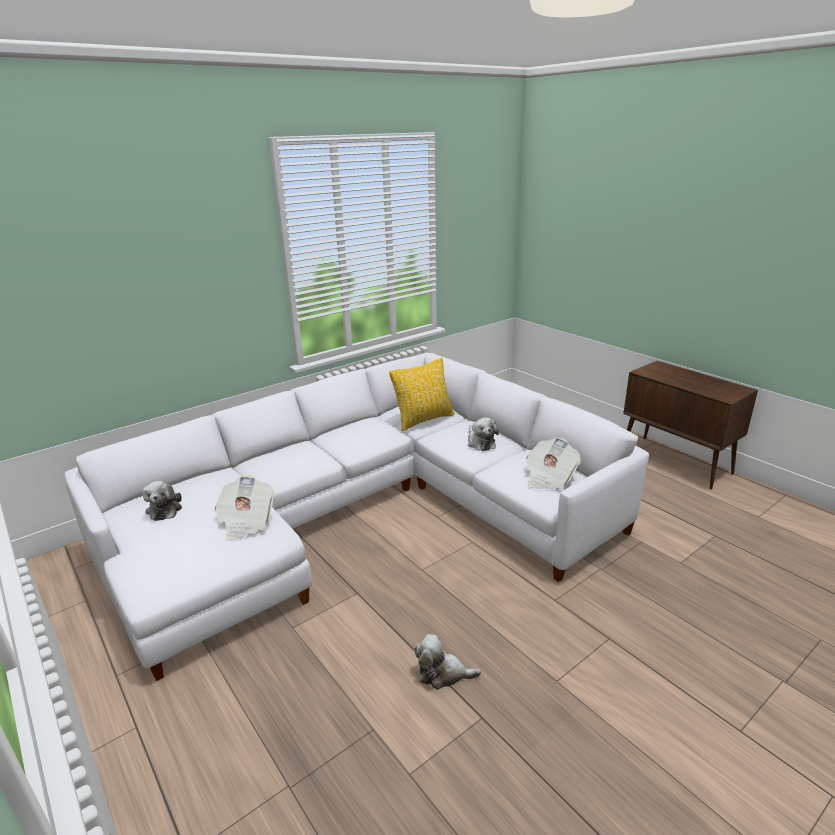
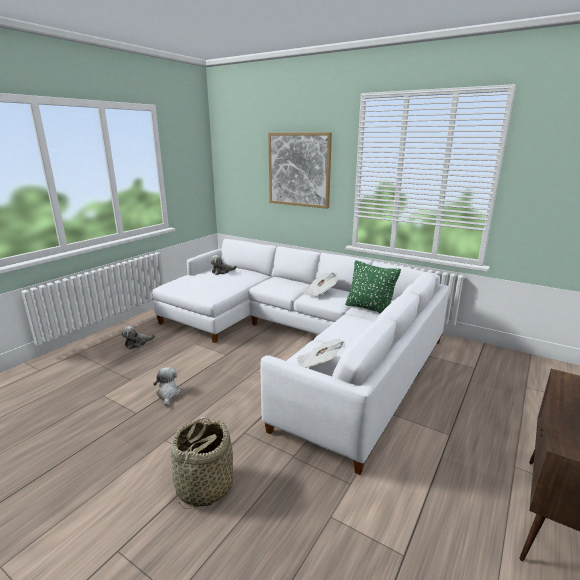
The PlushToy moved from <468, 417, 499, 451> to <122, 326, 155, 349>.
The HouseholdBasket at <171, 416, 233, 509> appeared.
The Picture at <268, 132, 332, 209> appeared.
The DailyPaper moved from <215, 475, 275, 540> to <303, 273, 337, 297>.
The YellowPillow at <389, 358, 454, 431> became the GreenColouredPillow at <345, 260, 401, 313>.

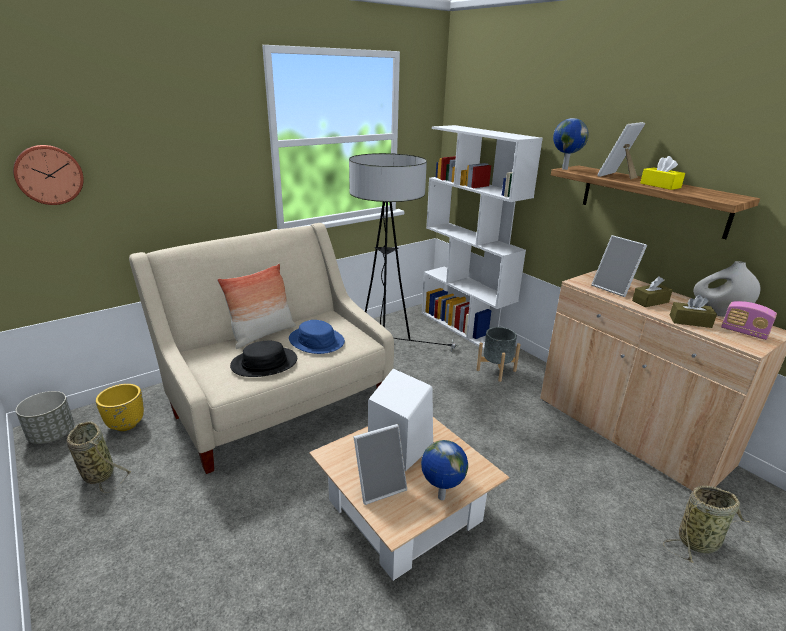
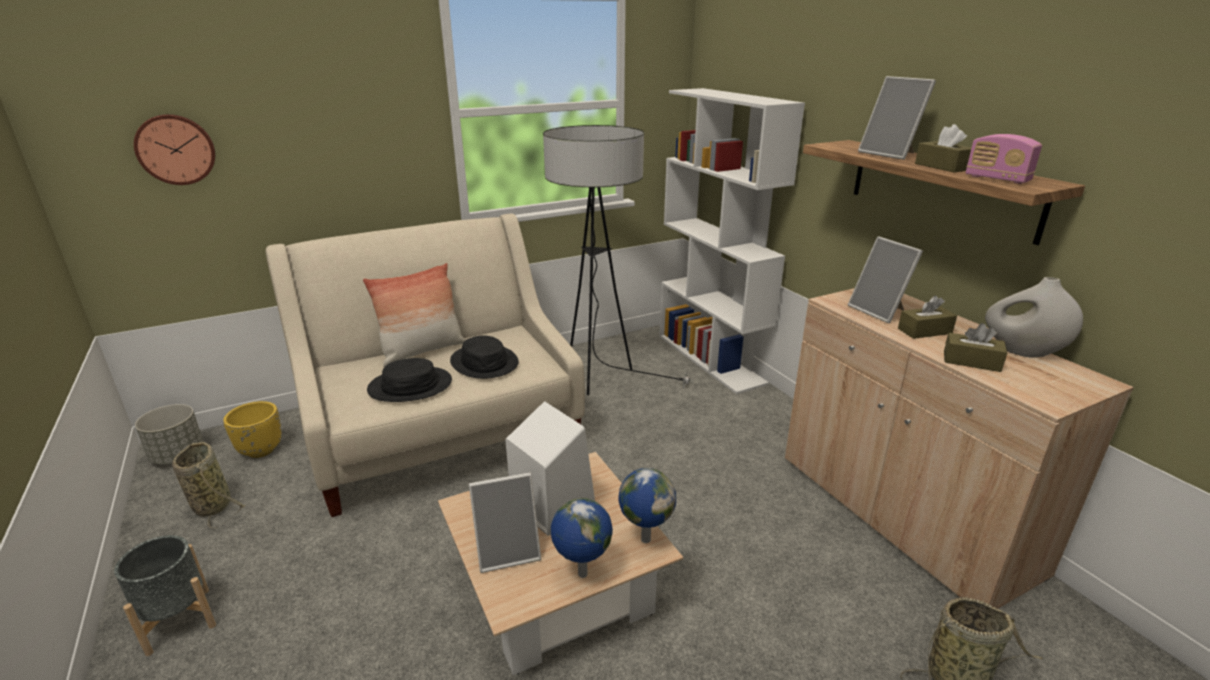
The GreyFlowerPot moved from <476, 327, 521, 382> to <114, 535, 216, 656>.
The BluishWearableHat at <289, 320, 345, 354> became the BlackColouredWearableHat at <450, 335, 519, 379>.
The WorldGlobe moved from <553, 118, 589, 170> to <618, 468, 676, 543>.
The StandingFrame at <597, 122, 645, 180> turned 90 degrees counterclockwise.
The YellowBoxOfTissues at <640, 156, 685, 190> became the BrownishBoxOfTissues at <915, 124, 972, 172>.
The Radio moved from <721, 301, 777, 340> to <966, 134, 1042, 184>.

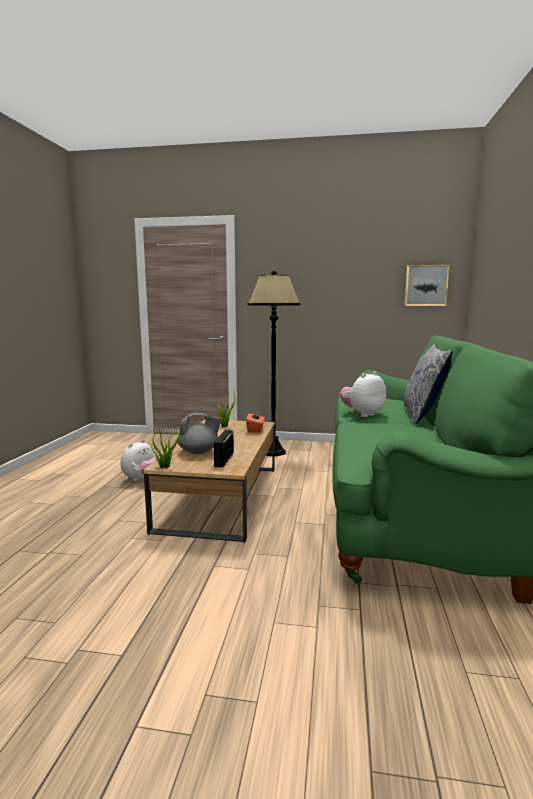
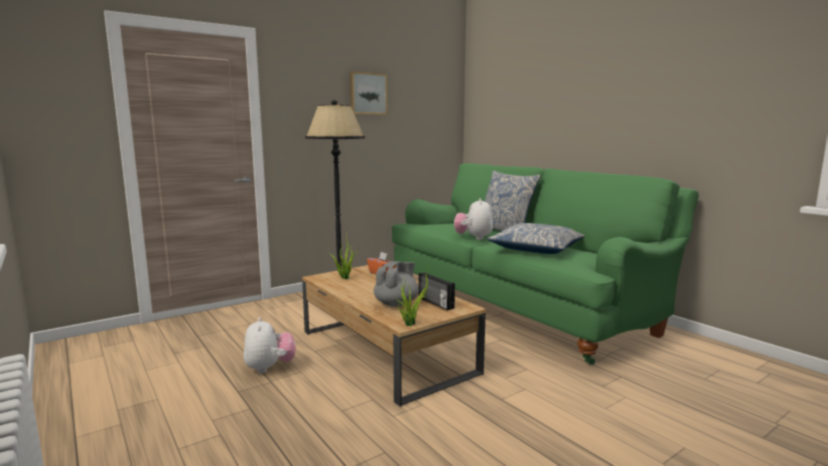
The Picture moved from <405, 265, 450, 306> to <350, 72, 387, 115>.
The Pillow at <487, 223, 585, 254> appeared.

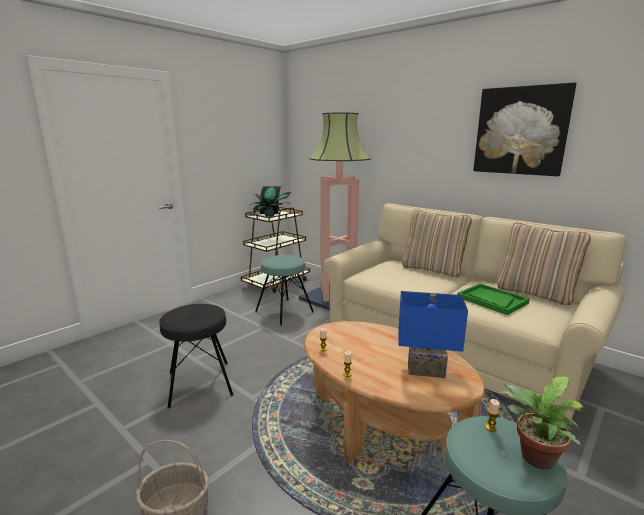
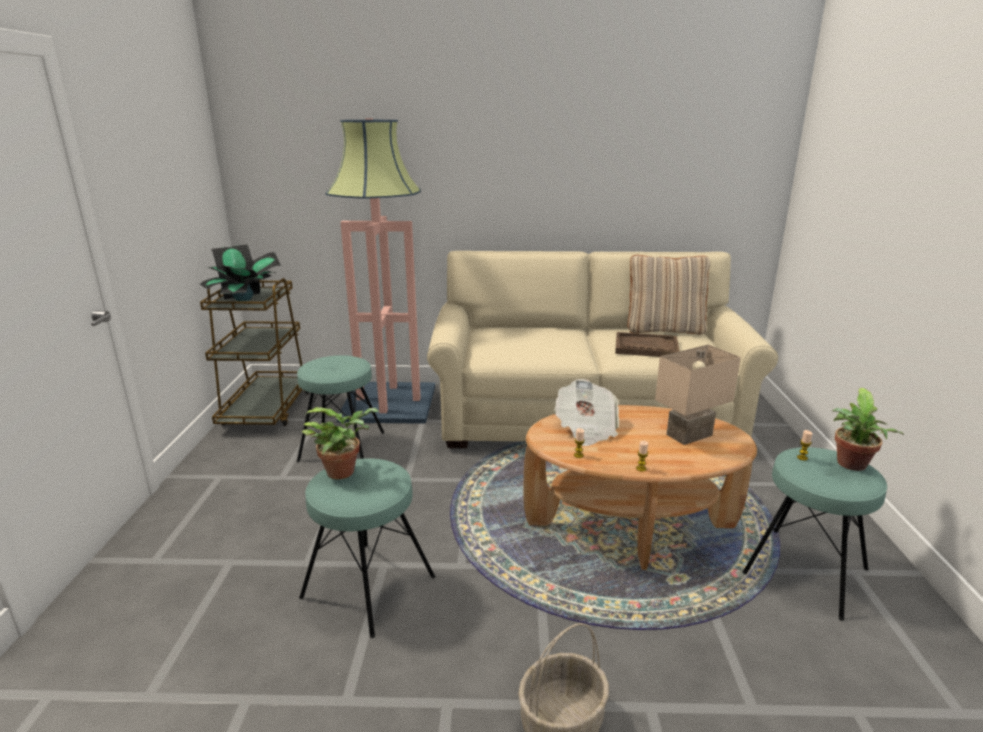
The BlackColouredStool at <159, 304, 233, 408> became the TurquoiseStool at <299, 458, 435, 638>.
The Houseplant at <302, 407, 379, 479> appeared.
The DailyPaper at <554, 379, 619, 446> appeared.
The GreenColouredCarryingTray at <457, 283, 530, 315> became the BrownishCarryingTray at <615, 332, 680, 357>.
The BluishLampForATable at <398, 291, 468, 378> became the BeigeColouredLampForATable at <655, 345, 741, 445>.
The BeigeColouredPillow at <402, 210, 472, 277> disappeared.
The Picture at <473, 82, 576, 176> disappeared.

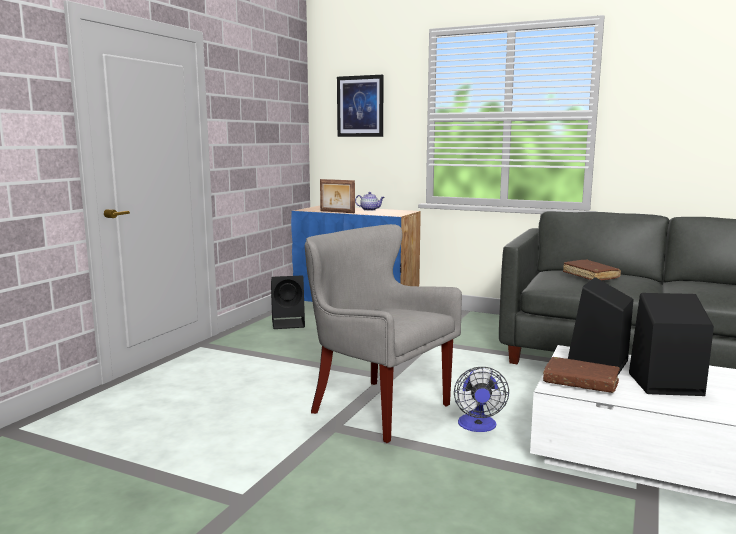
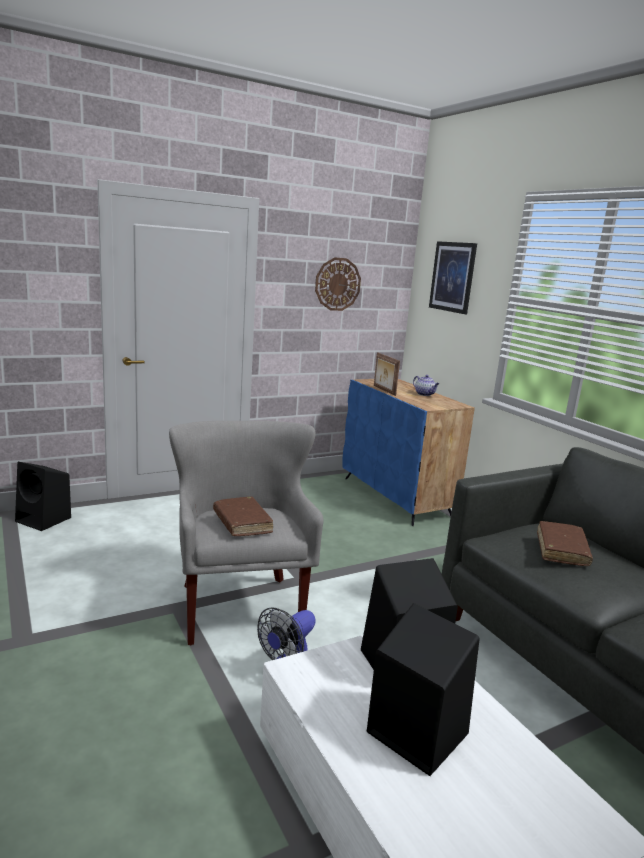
The BlackColouredSpeaker moved from <271, 276, 305, 329> to <15, 462, 71, 531>.
The BrownishVolume moved from <543, 357, 620, 393> to <213, 496, 273, 536>.
The WallClock at <315, 257, 361, 311> appeared.

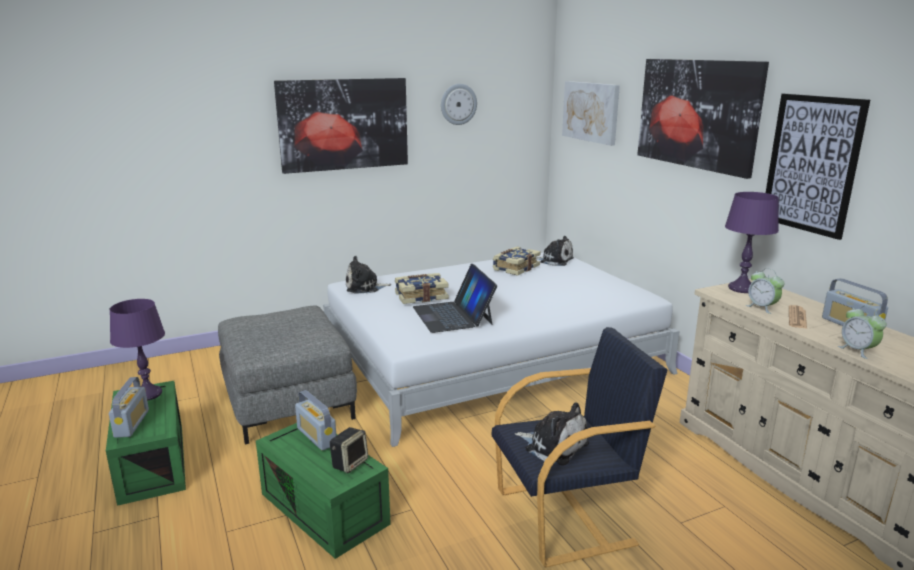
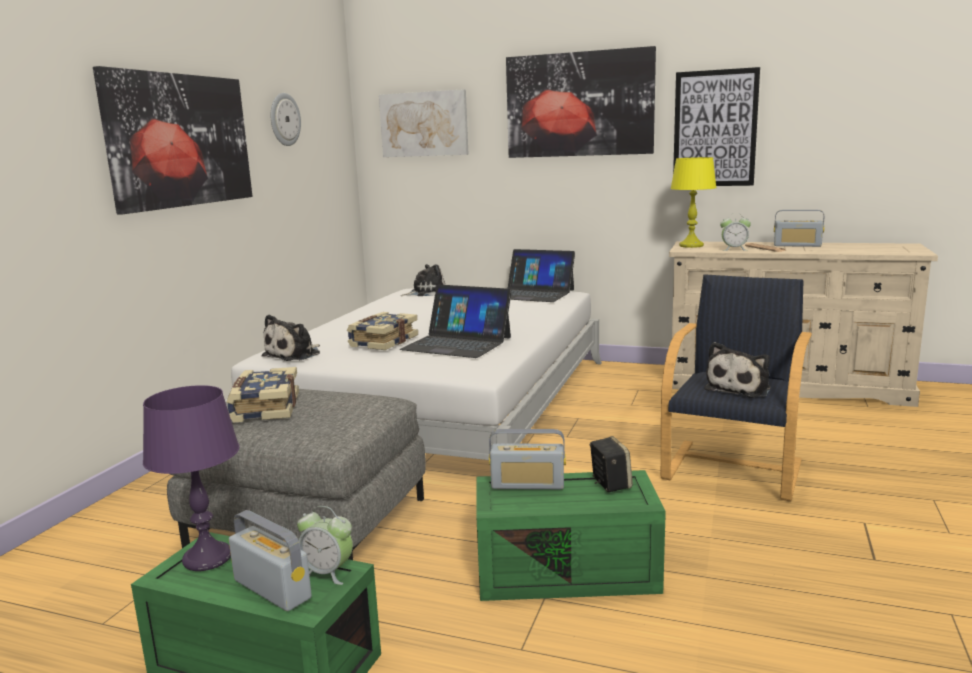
The Volume moved from <493, 247, 541, 276> to <227, 367, 299, 422>.
The BedsideClock moved from <838, 306, 887, 359> to <297, 506, 353, 585>.
The NotebookComputer at <508, 249, 575, 302> appeared.
The PurpleLampForATable at <725, 192, 779, 293> became the YellowLampForATable at <671, 157, 717, 248>.
The PlushToy at <515, 402, 589, 466> turned 135 degrees clockwise.

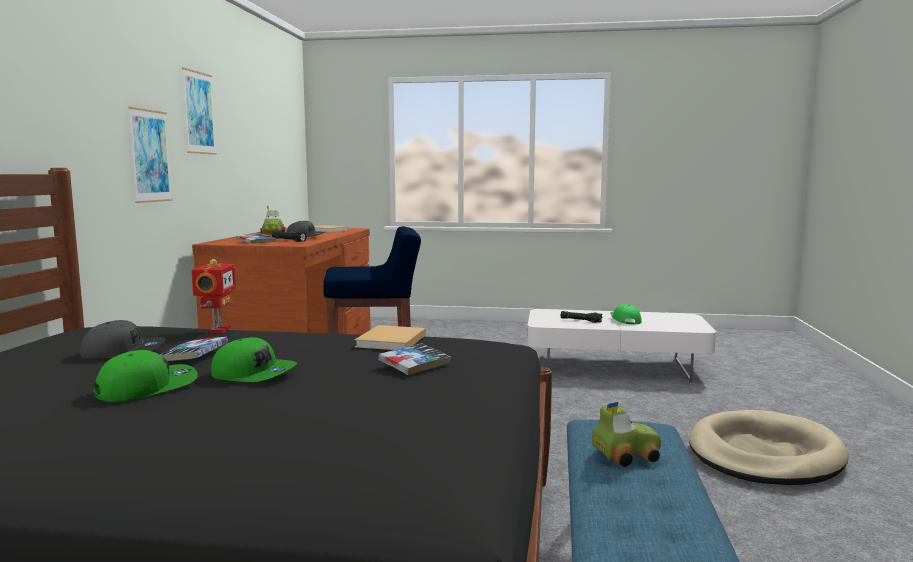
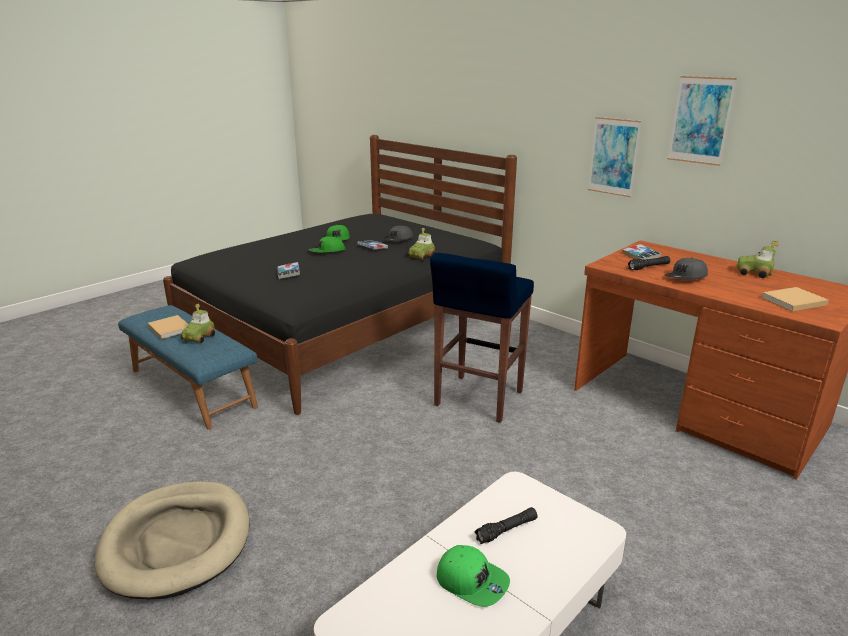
The BeigeColouredVolume moved from <355, 325, 426, 350> to <148, 315, 188, 339>.
The ModelRobot at <192, 259, 236, 333> was replaced by the ToyCar at <407, 228, 435, 260>.

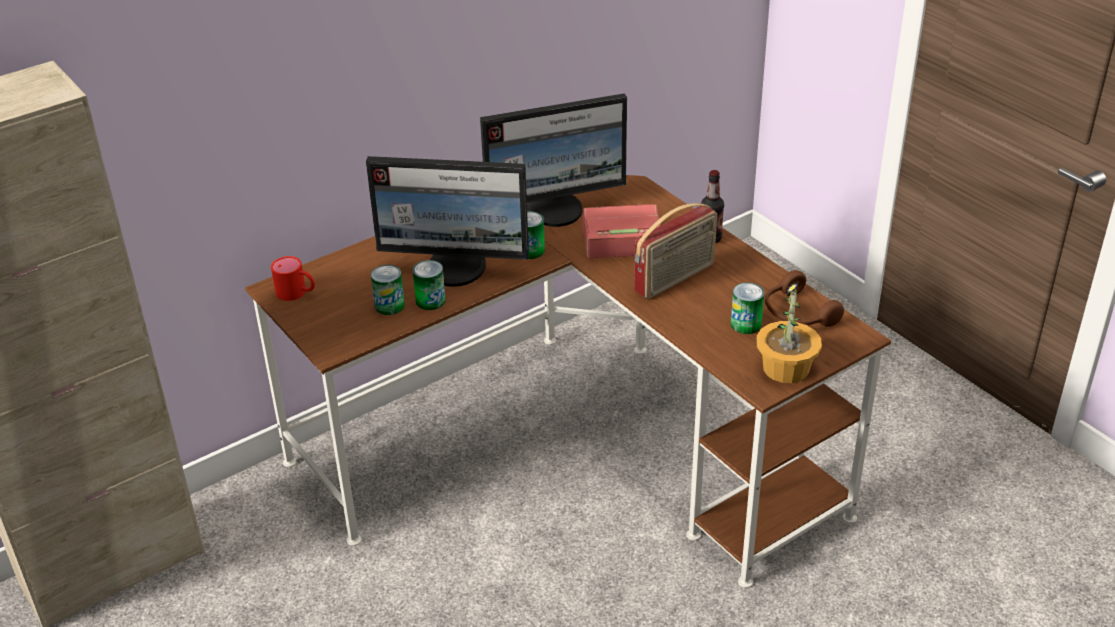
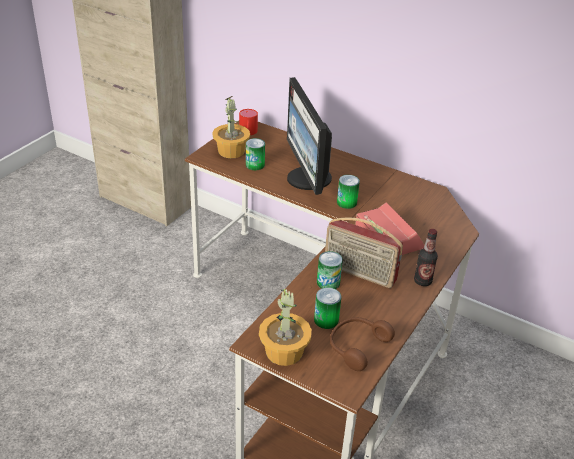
The Houseplant at <212, 96, 250, 158> appeared.
The Can moved from <413, 260, 446, 310> to <317, 251, 343, 289>.
The ComputerDisplay at <480, 93, 627, 227> disappeared.

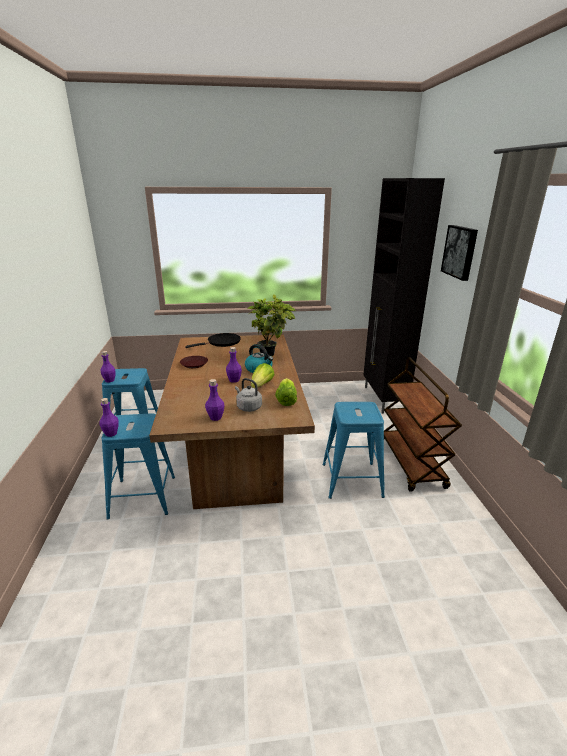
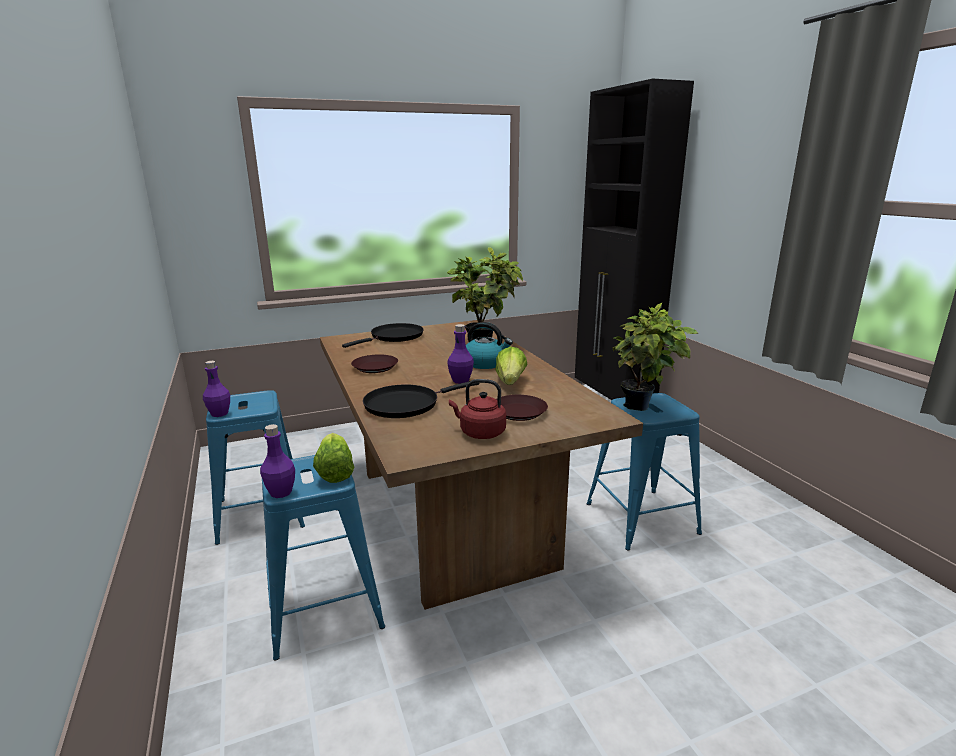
The Lettuce moved from <275, 378, 297, 406> to <313, 433, 354, 483>.
The BlackColouredPan at <363, 381, 479, 418> appeared.
The PurpleBeverageBottle at <205, 379, 225, 421> was replaced by the RedWaterKettle at <449, 379, 506, 439>.
The GreyWaterKettle at <235, 378, 262, 412> was replaced by the BrownishDinnerPlate at <496, 395, 548, 421>.
The Houseplant at <613, 303, 698, 411> appeared.
The BrownishTrolley at <384, 357, 462, 492> disappeared.
The Picture at <441, 225, 478, 281> disappeared.

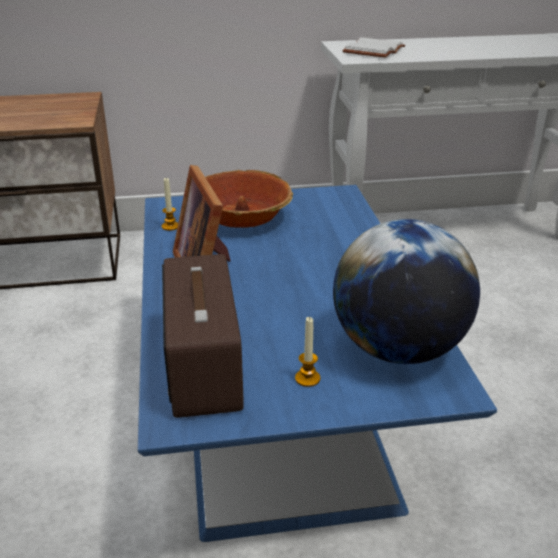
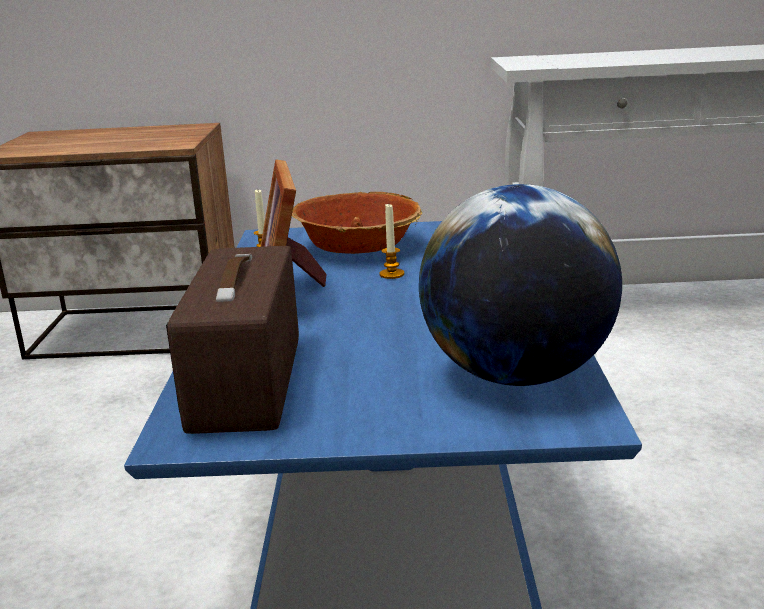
The WaxLight moved from <295, 317, 320, 387> to <379, 204, 404, 279>.
The WhitishVolume at <342, 37, 405, 58> disappeared.

